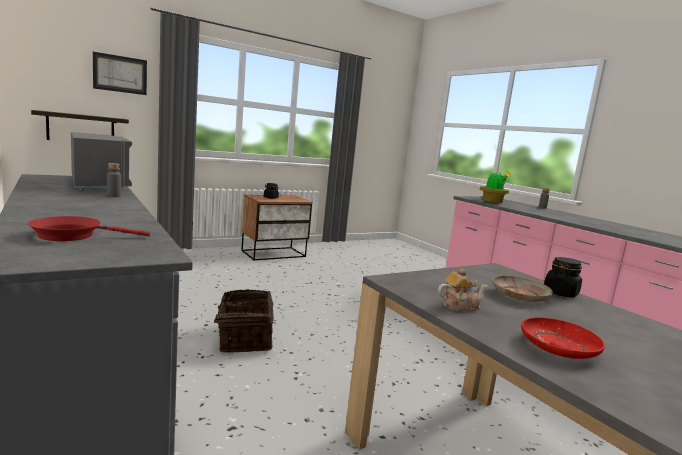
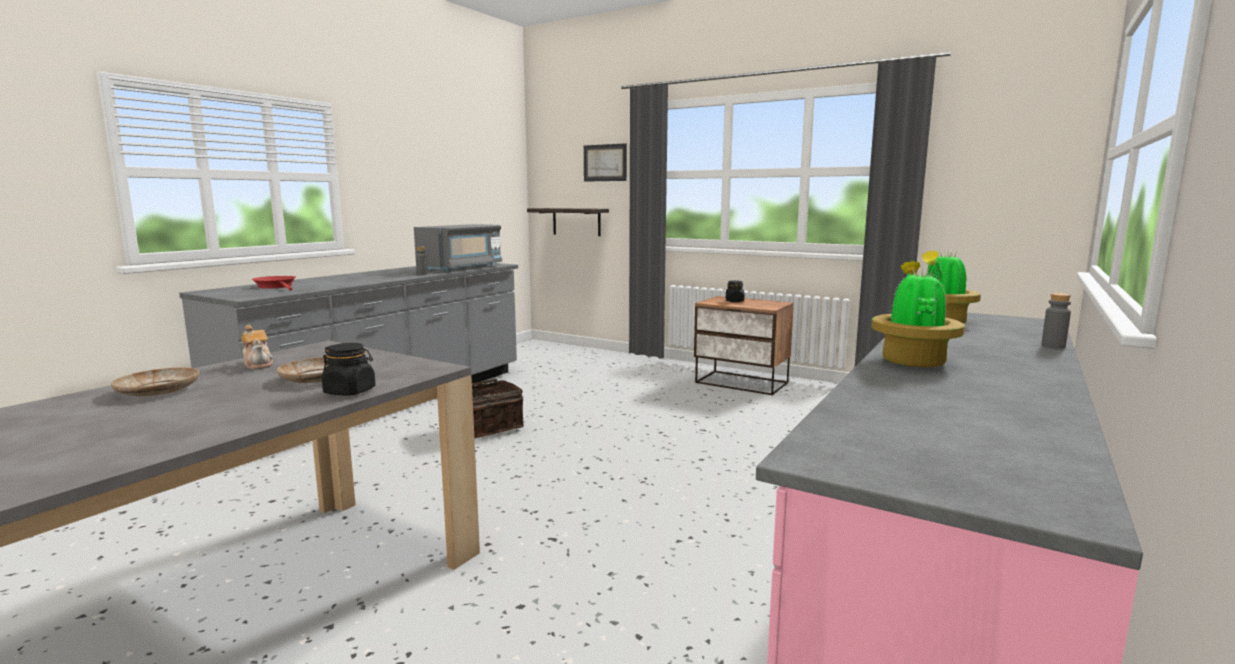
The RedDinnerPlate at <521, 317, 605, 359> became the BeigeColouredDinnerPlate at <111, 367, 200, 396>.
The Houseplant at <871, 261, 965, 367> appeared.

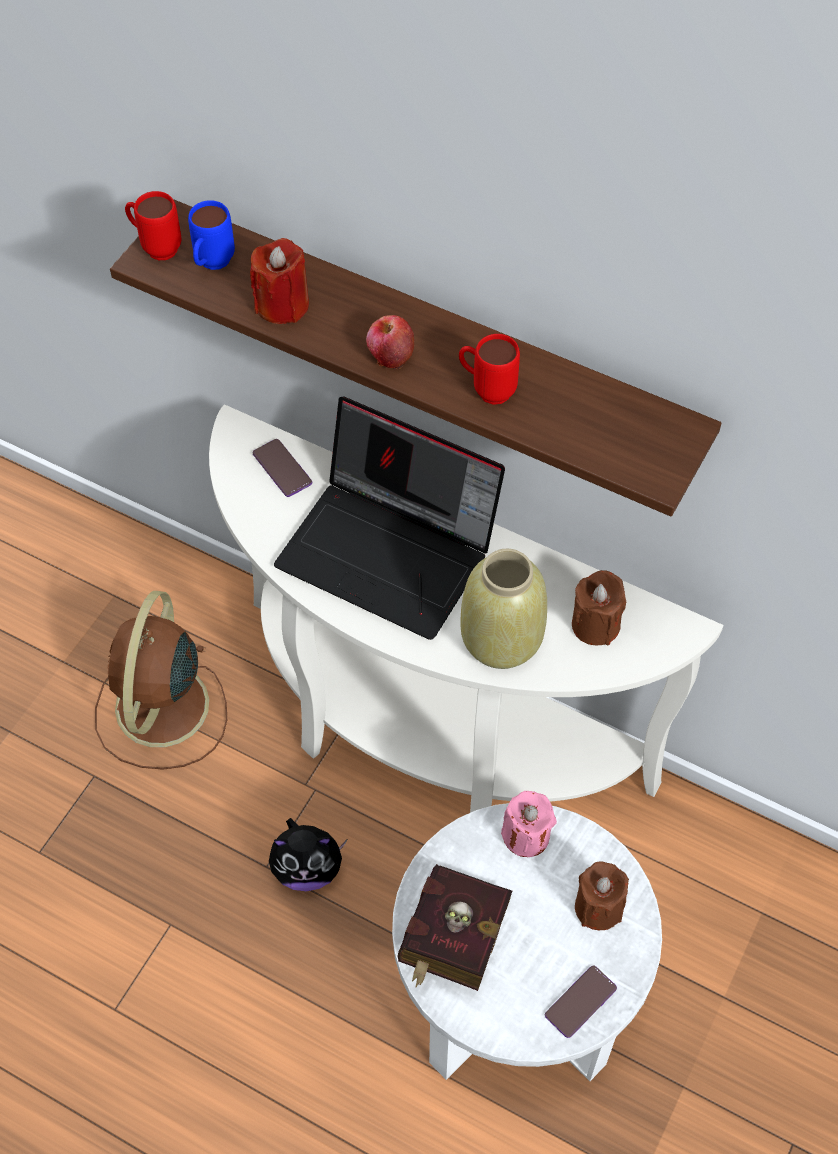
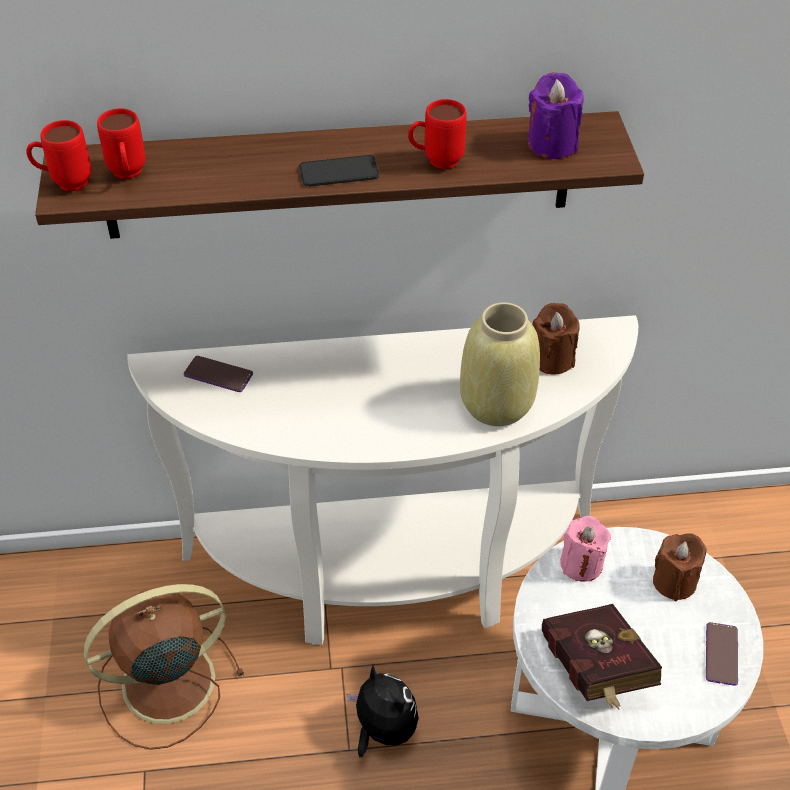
The BrownishCoolingFan at <95, 591, 227, 770> turned 90 degrees clockwise.
The BluishCoffeeMug at <188, 200, 235, 270> became the RedCoffeeMug at <97, 108, 146, 179>.
The Apple at <366, 315, 414, 369> was replaced by the Handset at <299, 155, 379, 187>.
The PlushToy at <269, 818, 347, 891> turned 90 degrees counterclockwise.
The PurpleWaxLight at <528, 72, 584, 159> appeared.
The RedWaxLight at <250, 238, 309, 324> disappeared.
The NotebookComputer at <274, 397, 505, 640> disappeared.

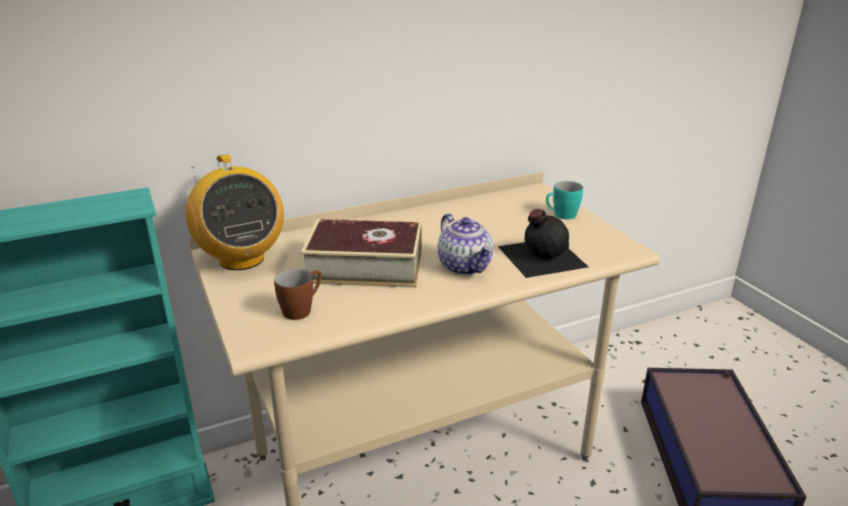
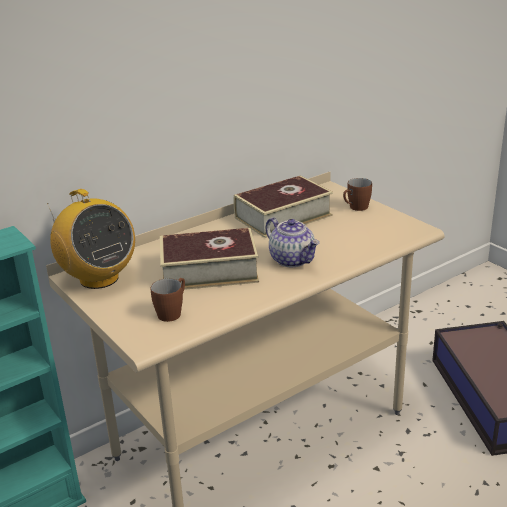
The Volume at <234, 176, 333, 238> appeared.
The TurquoiseCoffeeMug at <546, 181, 583, 219> became the BrownishCoffeeMug at <343, 178, 372, 211>.
The BlackColouredBeverageBottle at <498, 209, 588, 278> disappeared.

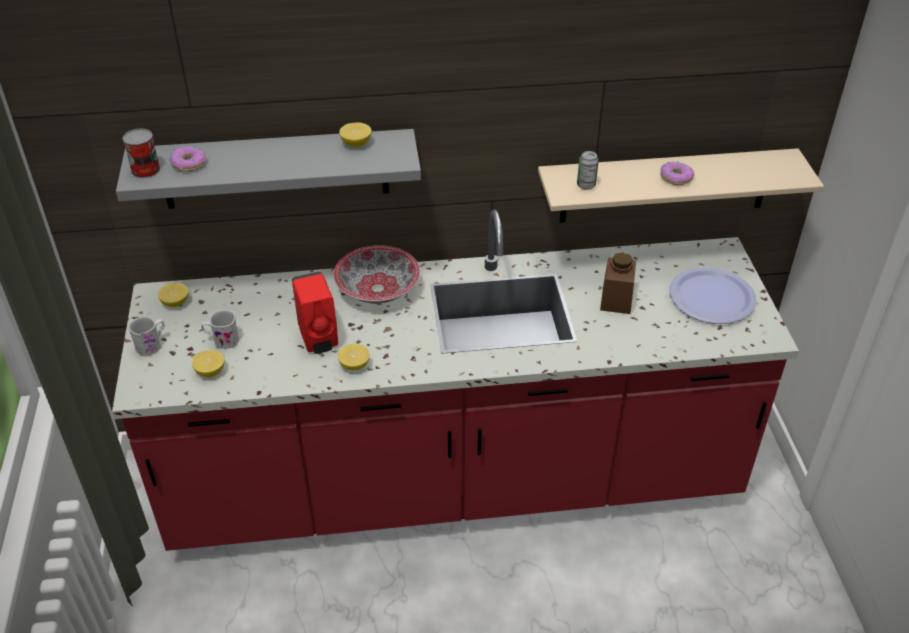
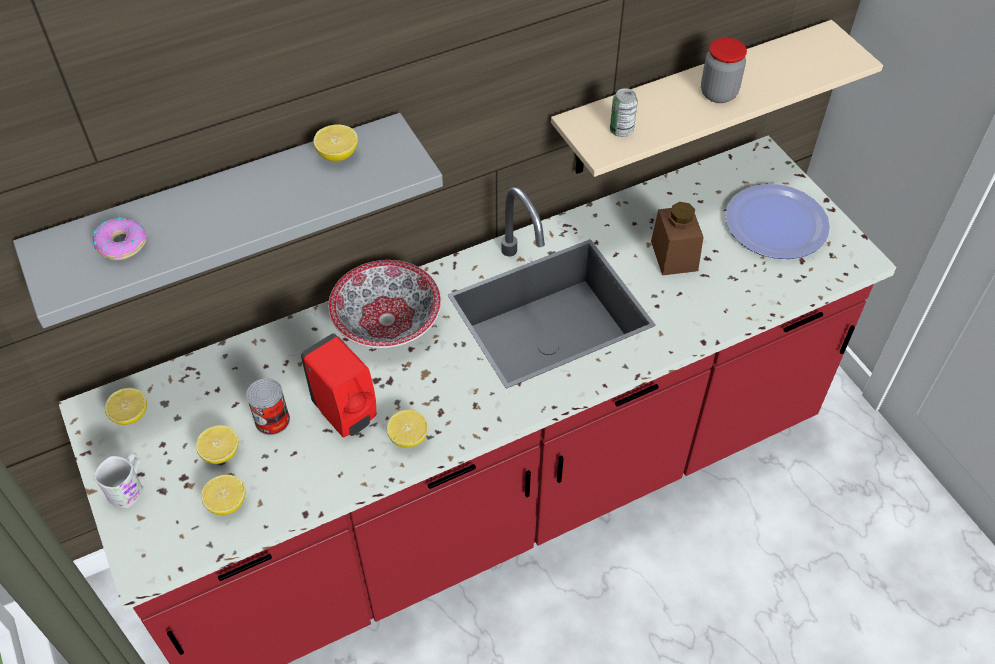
The WhitishCoffeeMug at <201, 310, 239, 349> was replaced by the Lemon at <196, 425, 239, 464>.
The Can moved from <123, 129, 160, 178> to <246, 378, 290, 435>.
The RingDoughnut at <660, 161, 694, 185> was replaced by the StorageJar at <701, 38, 747, 103>.

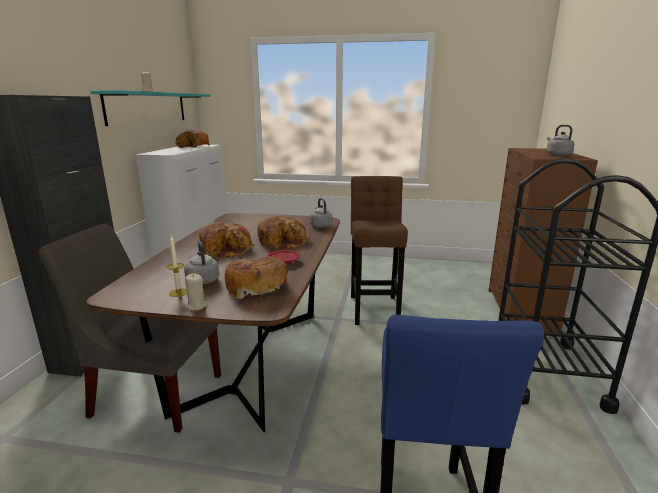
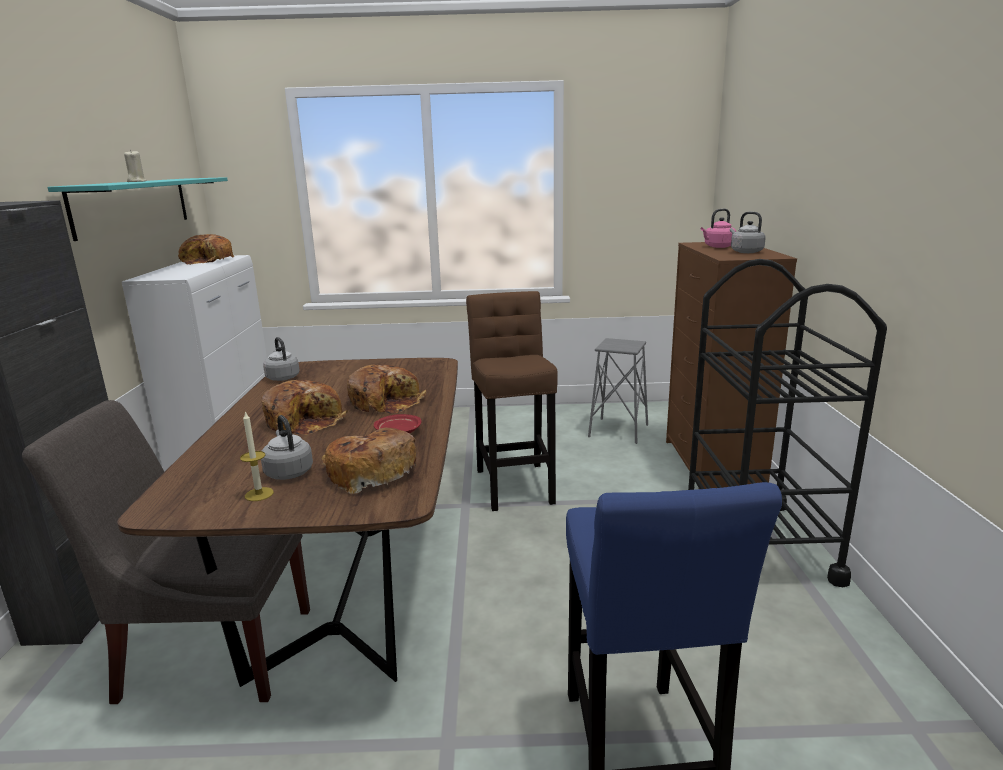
The GreyWaterKettle moved from <310, 198, 333, 228> to <263, 337, 300, 381>.
The GreyStool at <588, 338, 648, 444> appeared.
The PinkishWaterKettle at <701, 209, 736, 248> appeared.
The BeigeColouredWaxLight at <185, 273, 208, 311> disappeared.

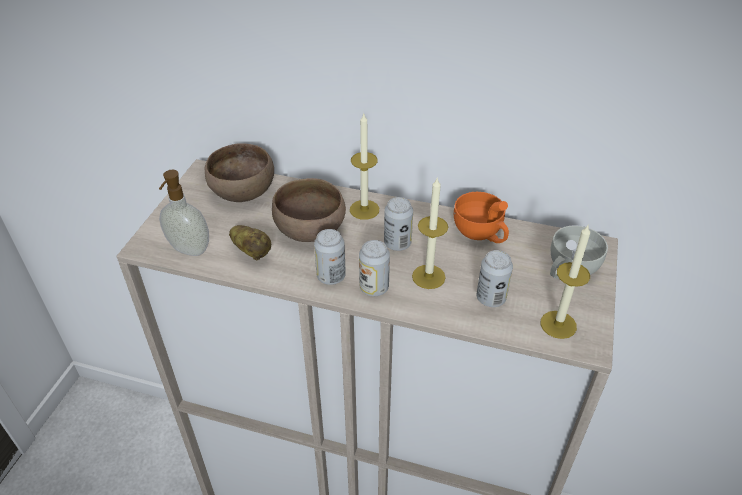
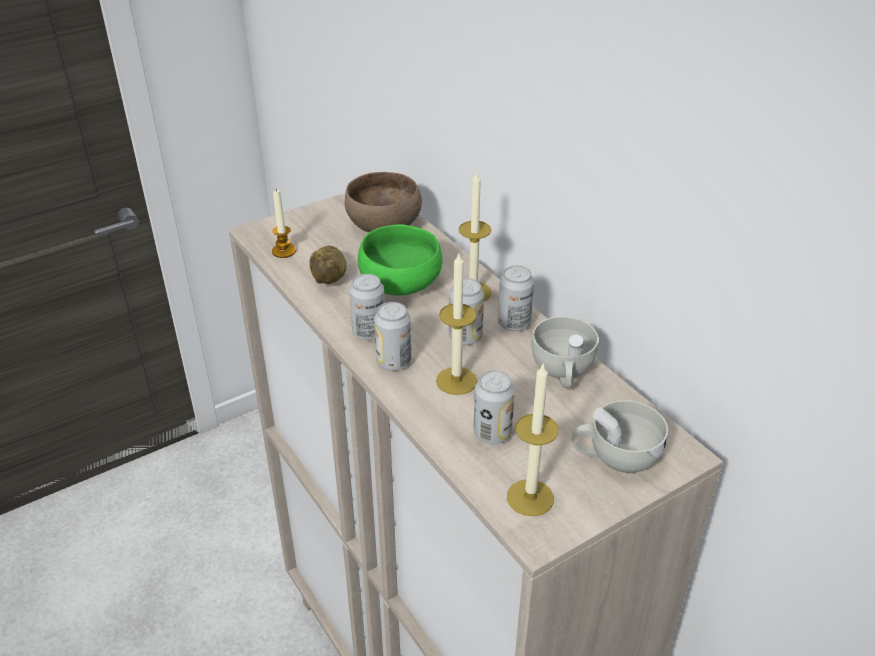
The LiquidSoapBottle at <159, 170, 209, 256> was replaced by the WaxLight at <272, 189, 296, 258>.
The BrownishDeepDish at <272, 178, 346, 242> became the GreenColouredDeepDish at <358, 225, 442, 295>.
The Can at <498, 265, 534, 331> appeared.
The OrangeSmallCup at <454, 192, 509, 243> became the WhitishSmallCup at <531, 316, 599, 388>.

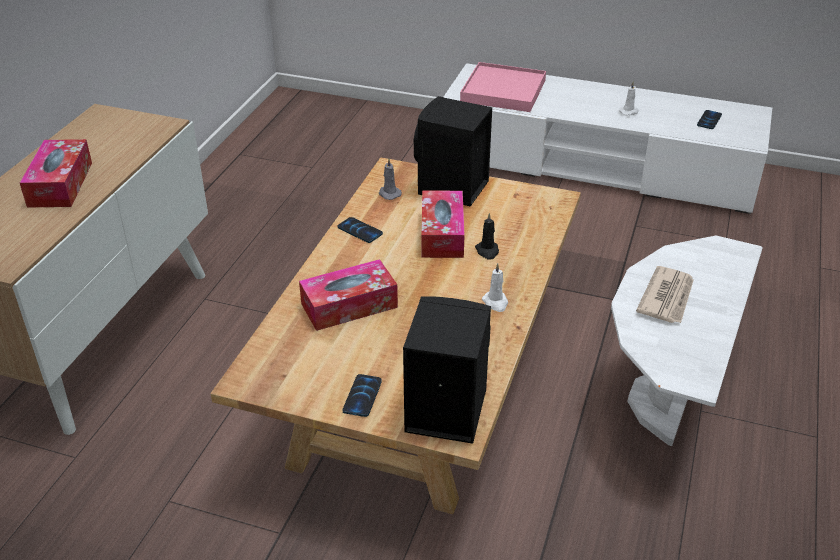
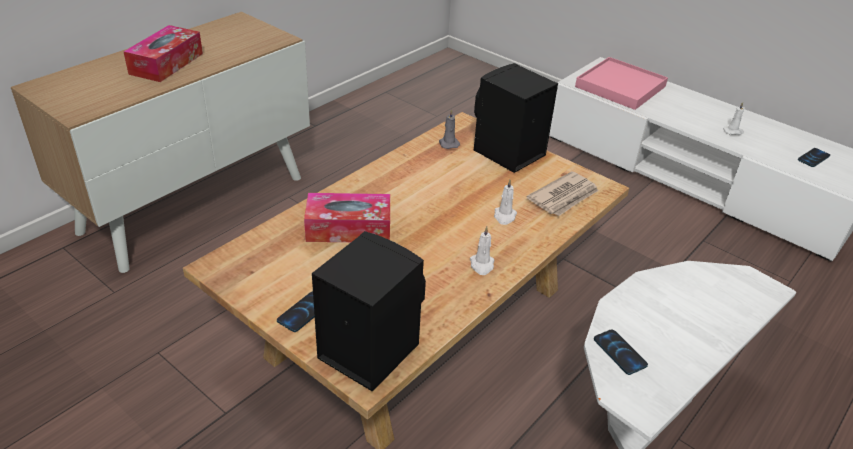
The BlackColouredWaxLight at <475, 213, 499, 260> became the WhitishWaxLight at <494, 180, 517, 225>.
The DailyPaper moved from <636, 266, 694, 323> to <527, 171, 599, 216>.
The Handset moved from <338, 217, 383, 243> to <594, 329, 648, 375>.
The BoxOfTissues at <421, 190, 465, 258> disappeared.

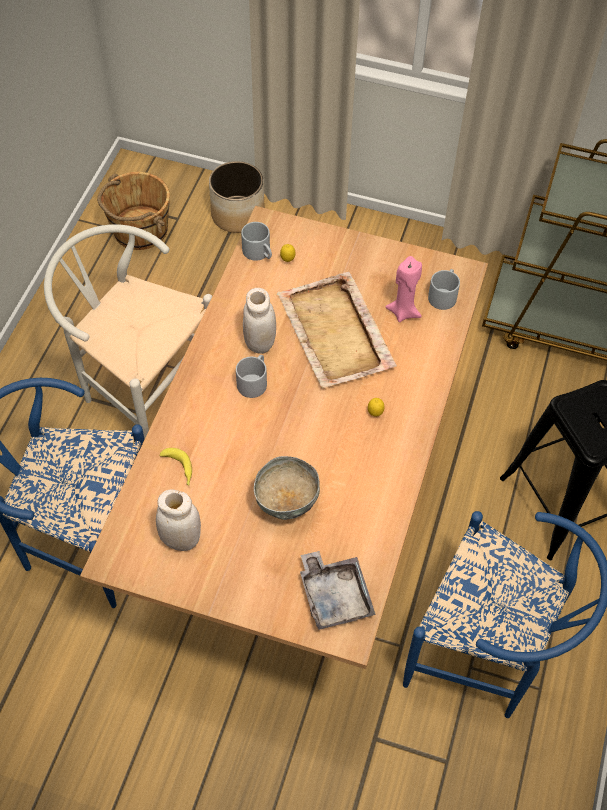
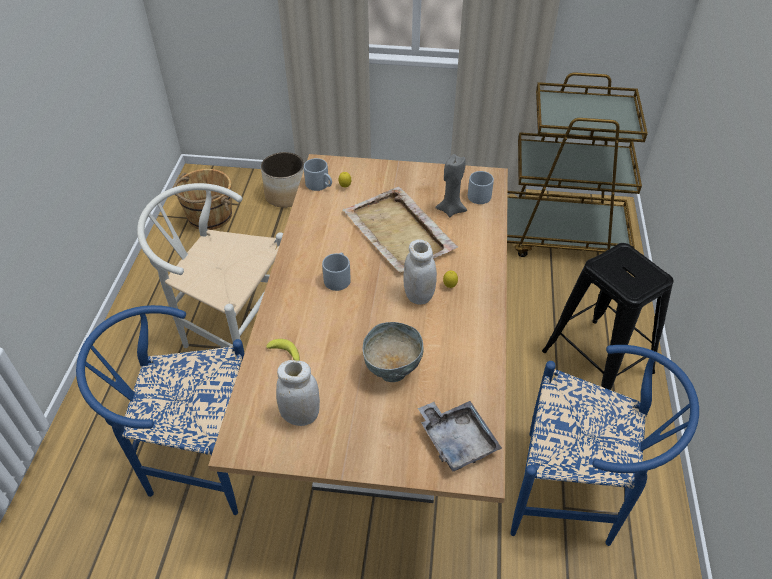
The WhitishStorageJar moved from <243, 288, 276, 354> to <403, 239, 437, 305>.
The PinkishWaxLight at <385, 256, 422, 322> became the GreyWaxLight at <435, 154, 467, 217>.

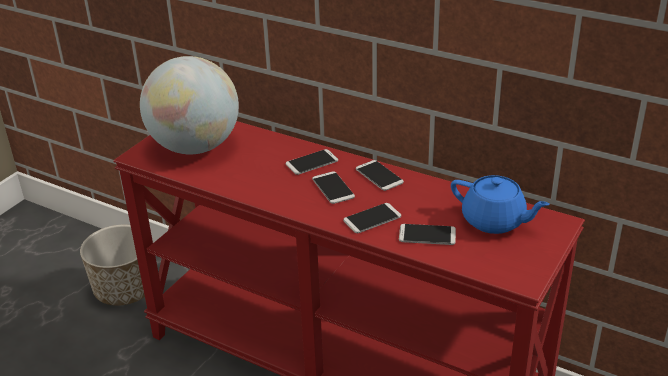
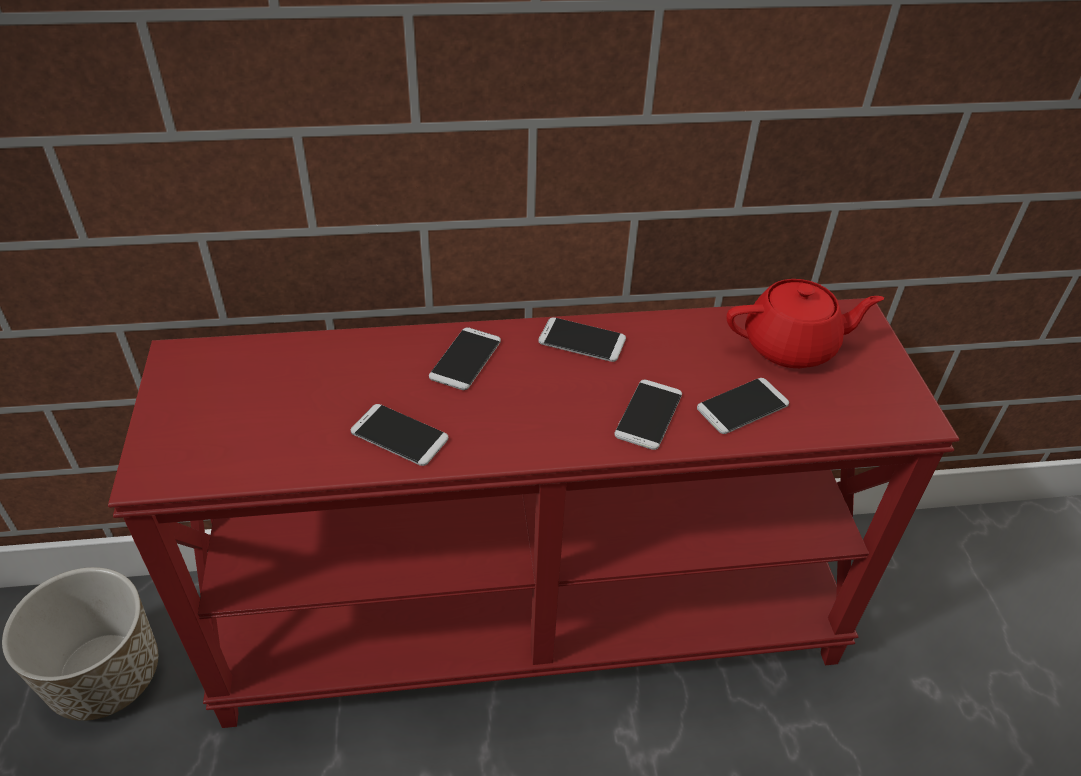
The Handset moved from <312, 171, 355, 204> to <351, 404, 448, 466>.
The BluishPotForTea at <451, 175, 550, 234> became the RedPotForTea at <727, 279, 884, 368>.
The WorldGlobe at <140, 56, 239, 154> disappeared.

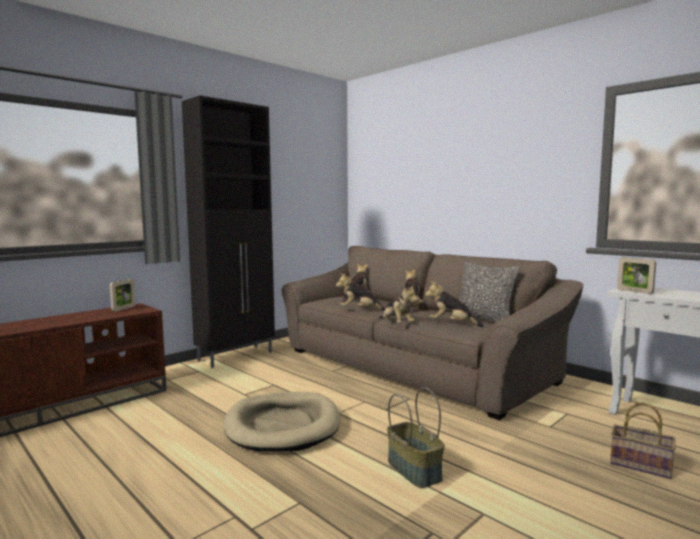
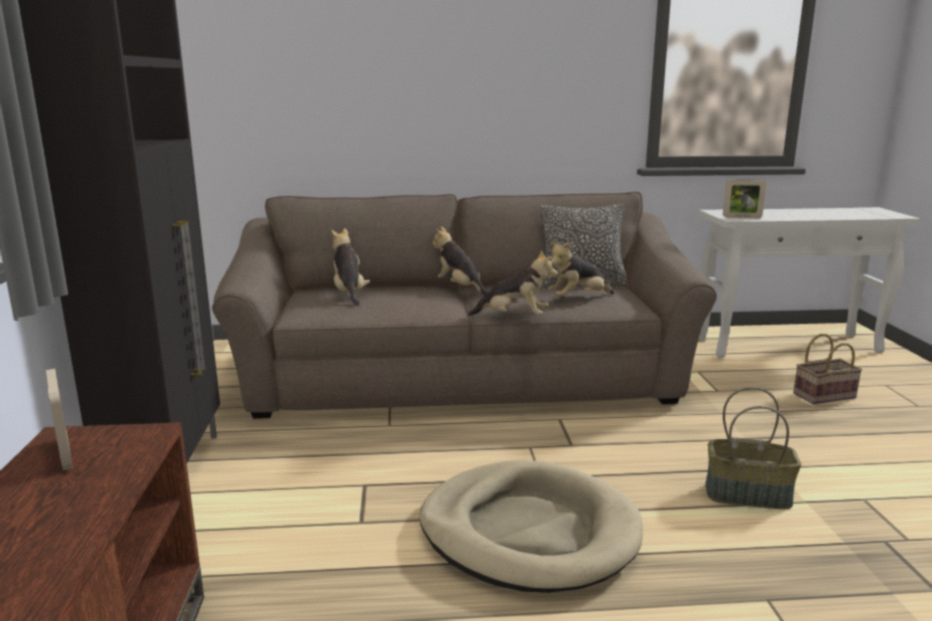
The PlushToy at <336, 273, 386, 311> disappeared.

